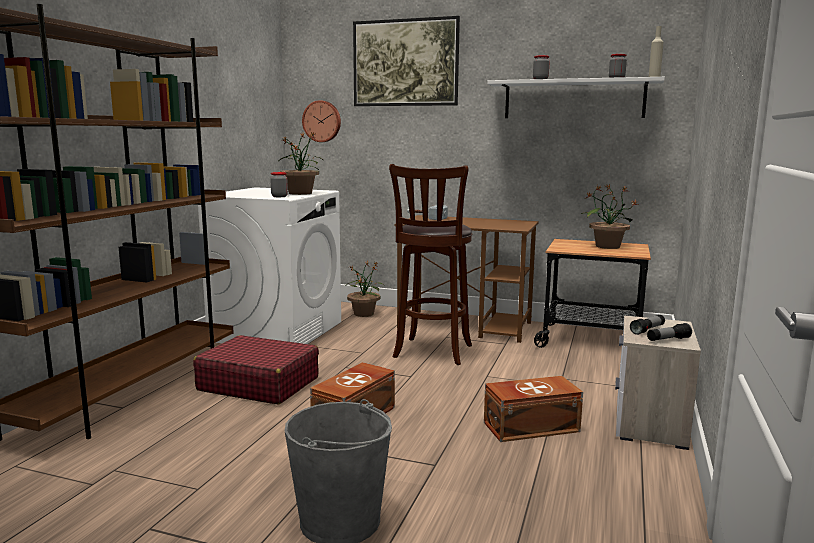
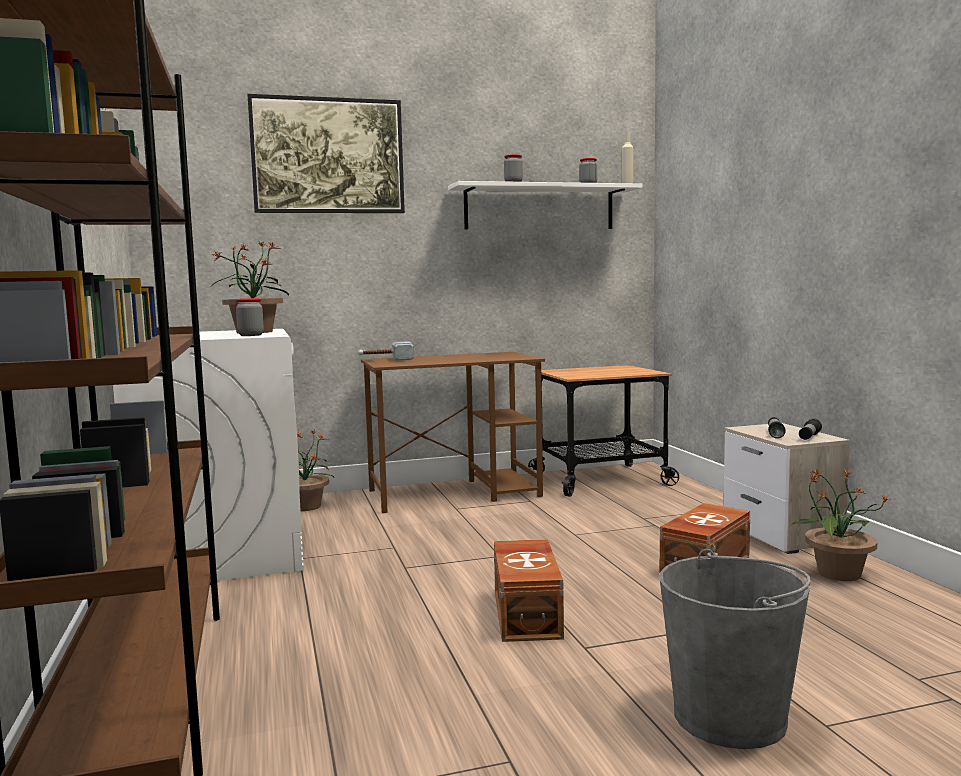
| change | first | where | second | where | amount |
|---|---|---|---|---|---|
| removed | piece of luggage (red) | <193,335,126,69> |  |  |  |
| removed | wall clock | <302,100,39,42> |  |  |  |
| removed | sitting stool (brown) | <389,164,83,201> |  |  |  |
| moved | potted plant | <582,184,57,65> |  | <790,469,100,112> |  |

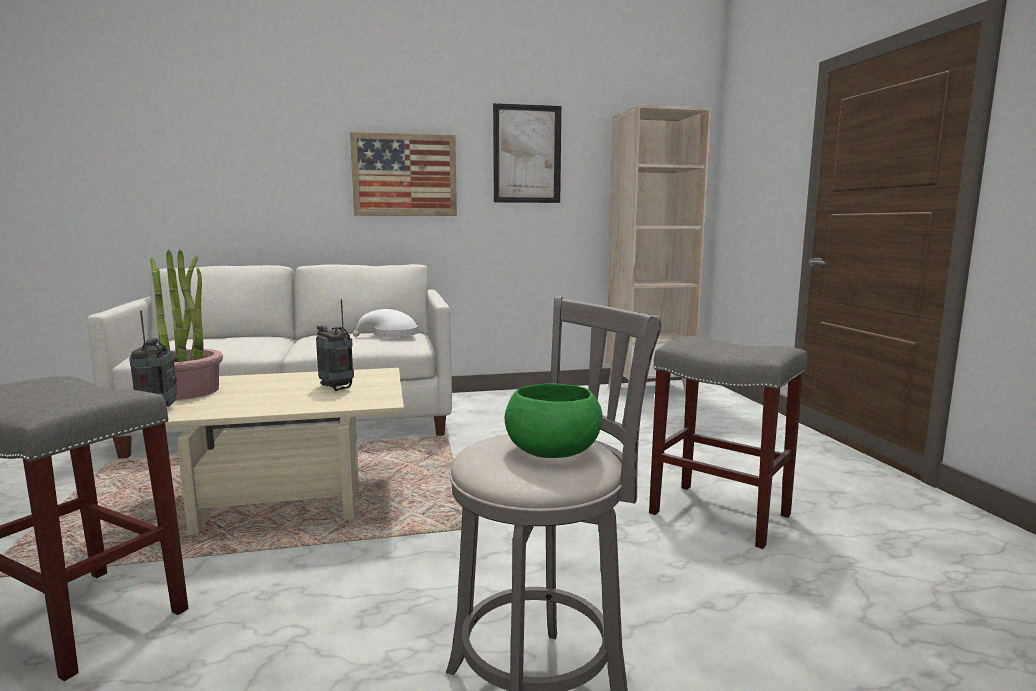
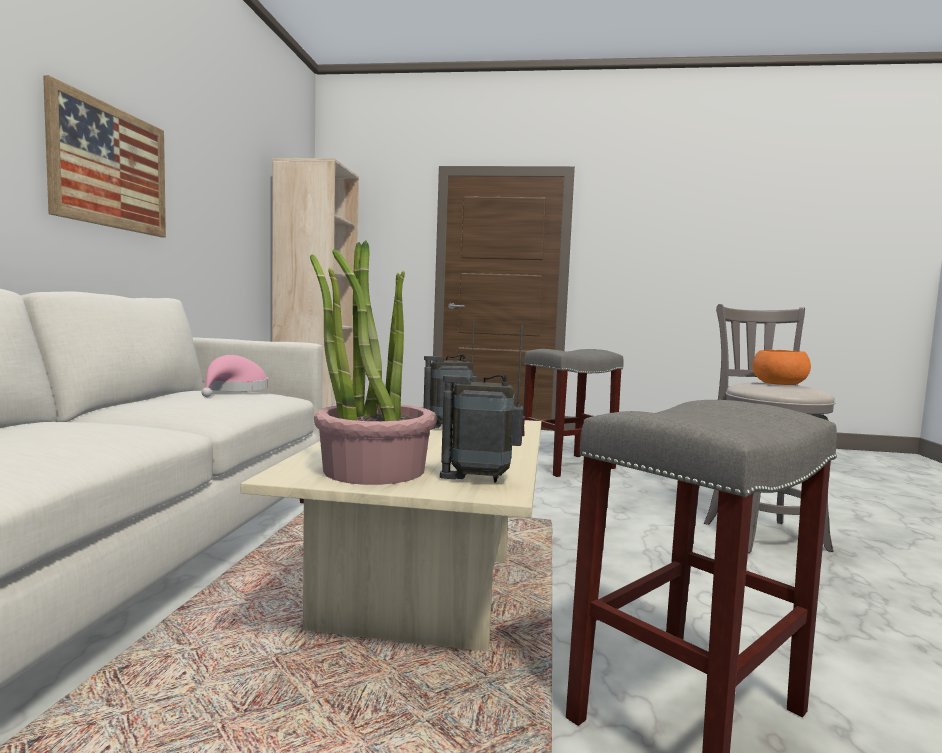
| change | first | where | second | where | amount |
|---|---|---|---|---|---|
| removed | wall art | <493,103,68,100> |  |  |  |
| recoloured | hat (whitish) | <353,309,65,28> | hat (pinkish) | <201,355,67,42> |  |
| recoloured | deep dish (green-coloured) | <505,384,98,74> | deep dish (orange) | <752,350,59,35> |  |

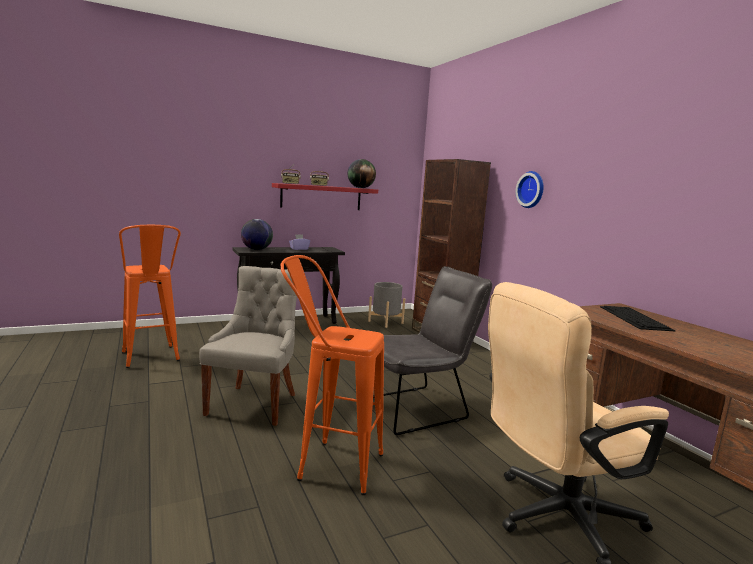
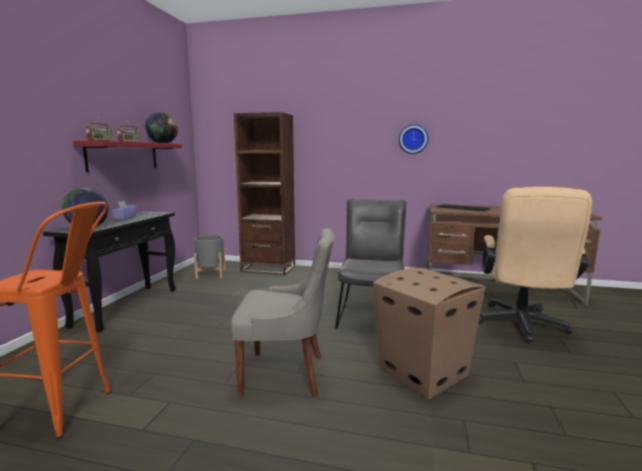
| change | first | where | second | where | amount |
|---|---|---|---|---|---|
| moved | wall clock | <515,171,28,37> |  | <399,124,29,30> |  |
| replaced | sitting stool (orange) | <281,255,103,240> | cardboard box | <373,268,113,131> |  |
| turned | plain chair (gray) | <199,266,98,160> |  | <231,229,104,168> | 135 degrees clockwise |

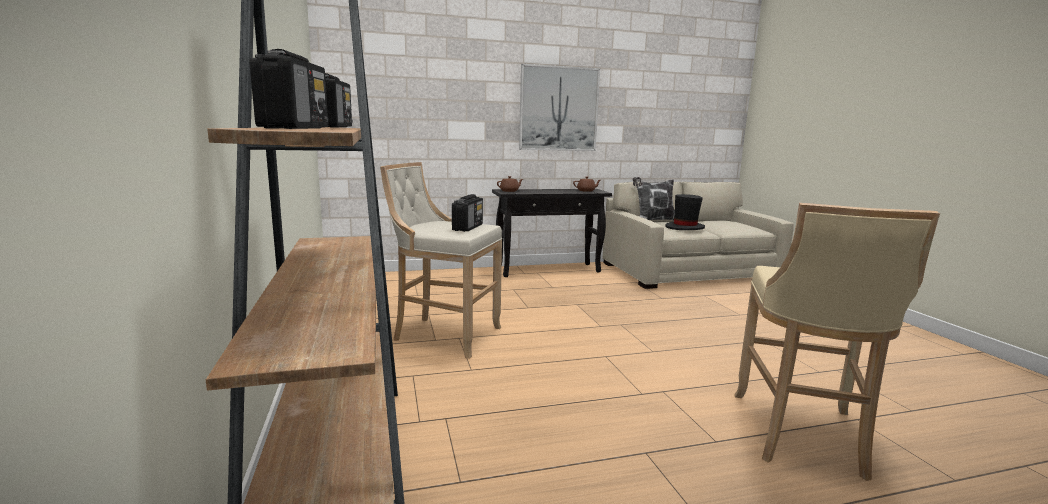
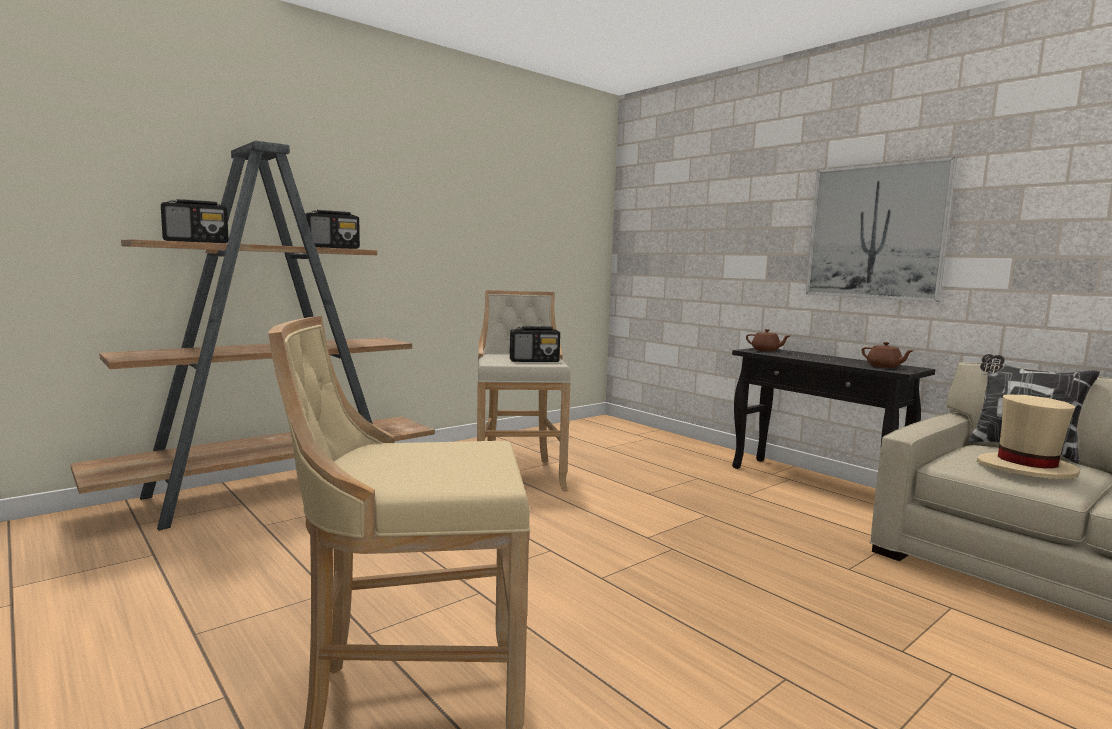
| change | first | where | second | where | amount |
|---|---|---|---|---|---|
| recoloured | hat (black) | <665,194,40,36> | hat (beige) | <977,395,103,84> |  |

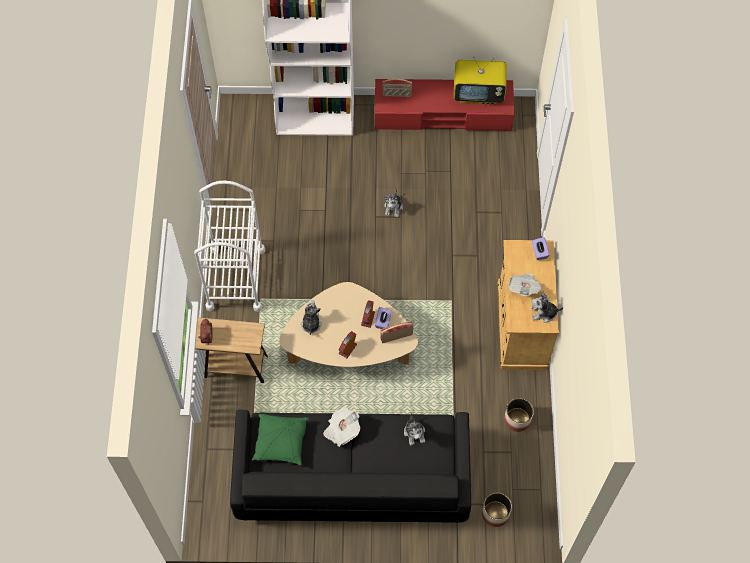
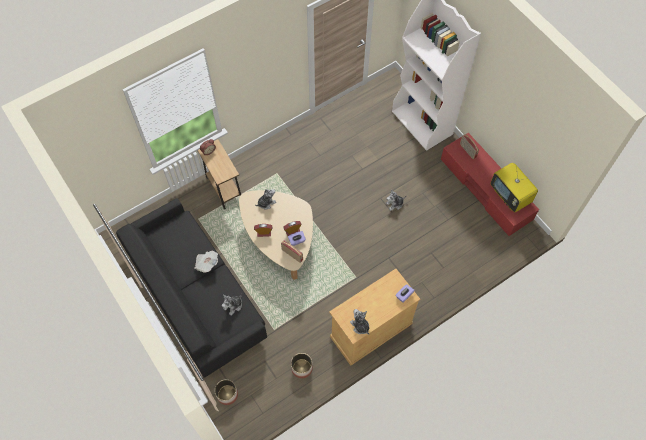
| change | first | where | second | where | amount |
|---|---|---|---|---|---|
| removed | cart (whitish) | <194,181,71,131> |  |  |  |
| removed | throw pillow (green-coloured) | <252,414,57,52> |  |  |  |
| removed | newspaper | <508,273,34,23> |  |  |  |

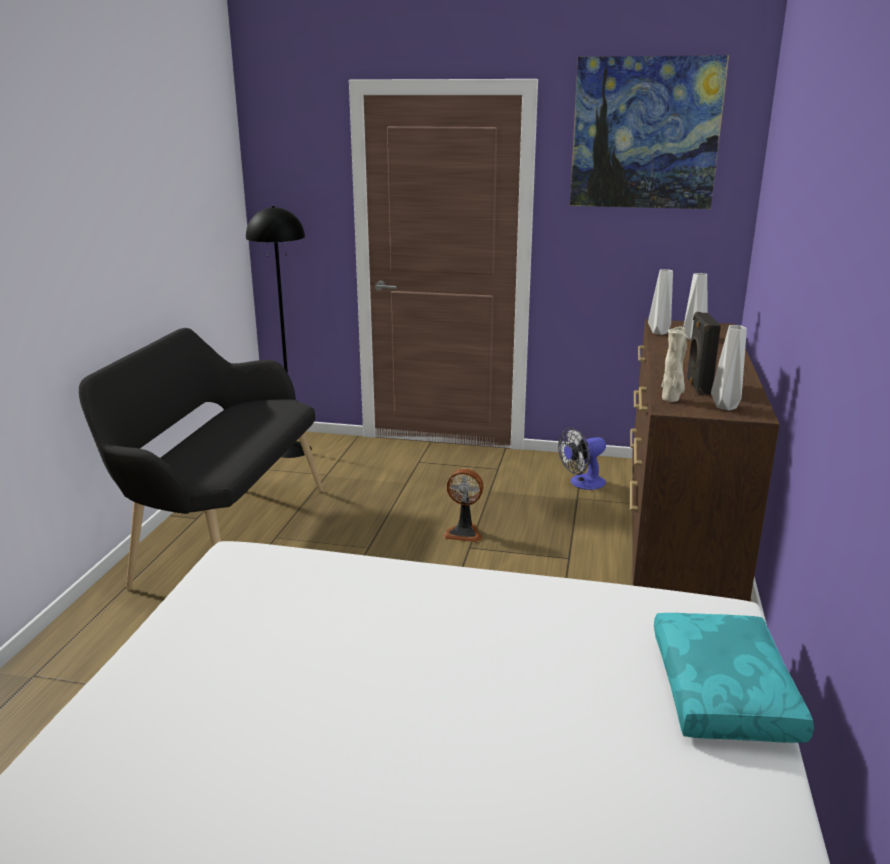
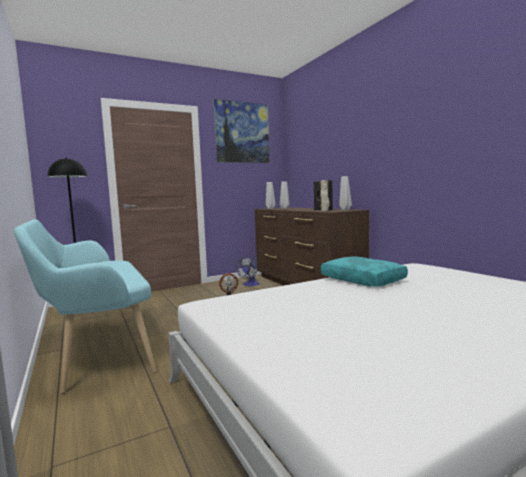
| change | first | where | second | where | amount |
|---|---|---|---|---|---|
| moved | throw pillow (blue-green) | <654,613,160,130> |  | <321,256,87,31> |  |
| recoloured | bench (black) | <79,328,244,262> | bench (blue-green) | <14,220,143,174> |  |

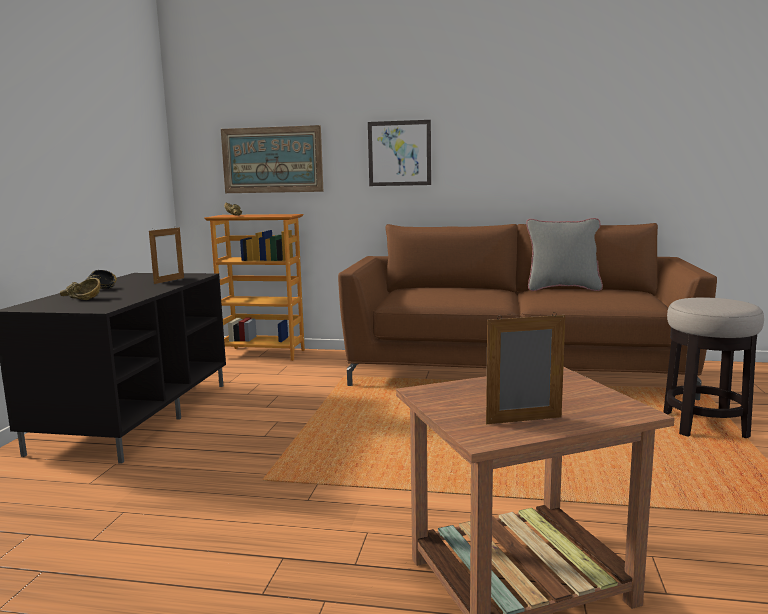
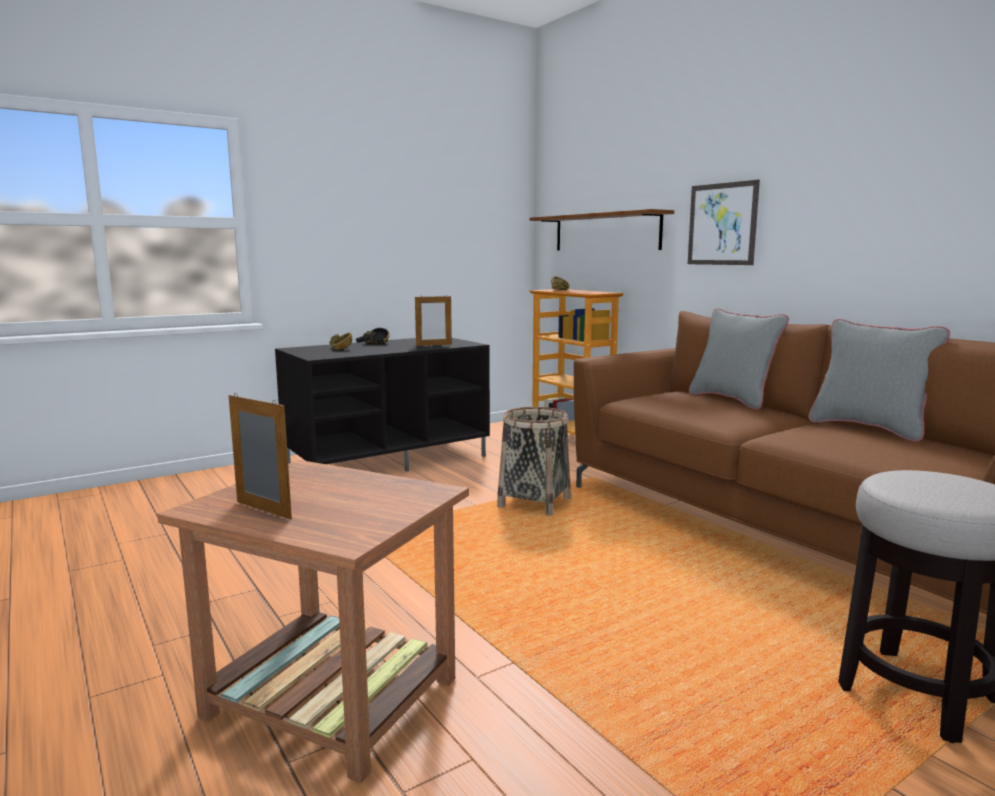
| change | first | where | second | where | amount |
|---|---|---|---|---|---|
| added |  |  | household basket | <497,407,74,109> |  |
| added |  |  | throw pillow (gray) | <689,308,100,102> |  |
| replaced | wall art | <221,125,102,68> | bracket shelf (brown) | <530,209,144,42> |  |

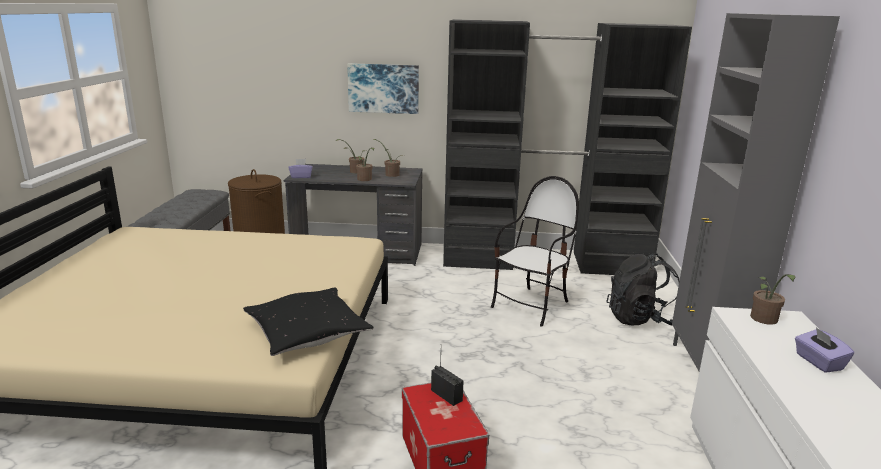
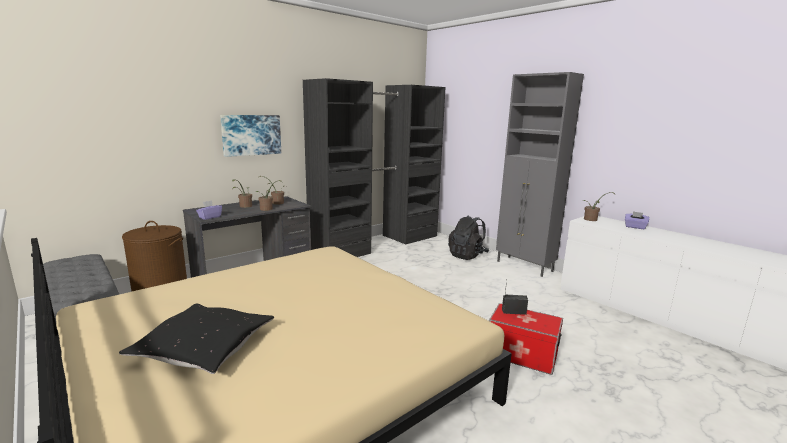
| change | first | where | second | where | amount |
|---|---|---|---|---|---|
| removed | plain chair | <491,176,88,151> |  |  |  |
| moved | throw pillow (black) | <243,288,131,68> |  | <119,303,155,71> |  |

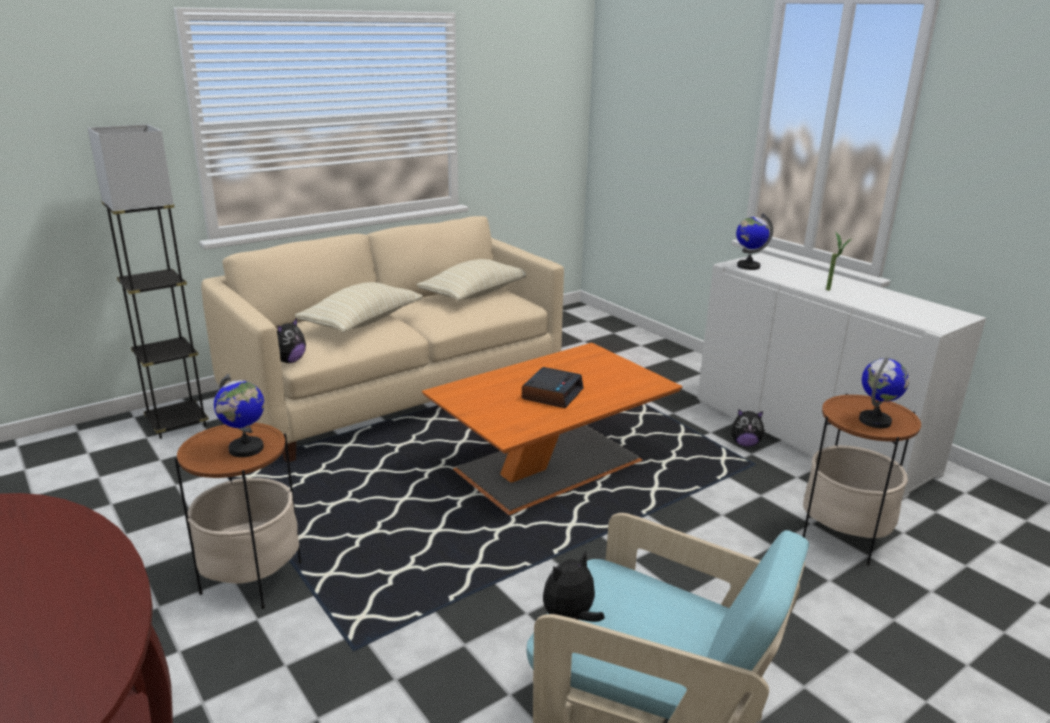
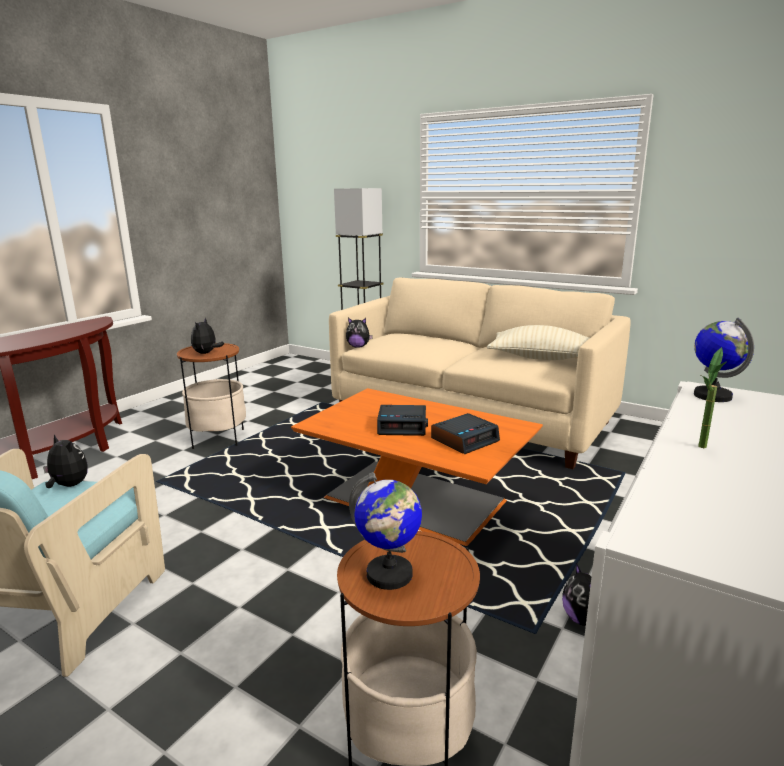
| change | first | where | second | where | amount |
|---|---|---|---|---|---|
| removed | throw pillow (beige) | <295,282,128,51> |  |  |  |
| added |  |  | table clock | <431,413,69,41> |  |
| replaced | desk globe | <214,374,51,83> | cuddly toy | <191,318,33,36> |  |

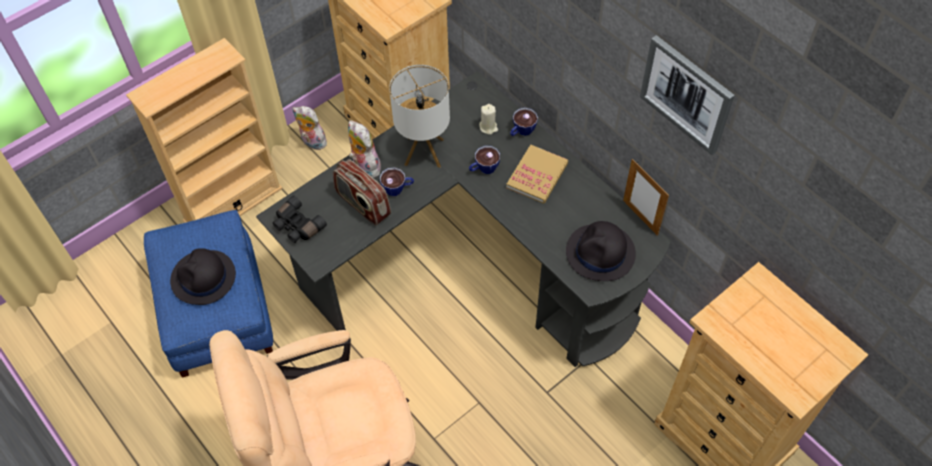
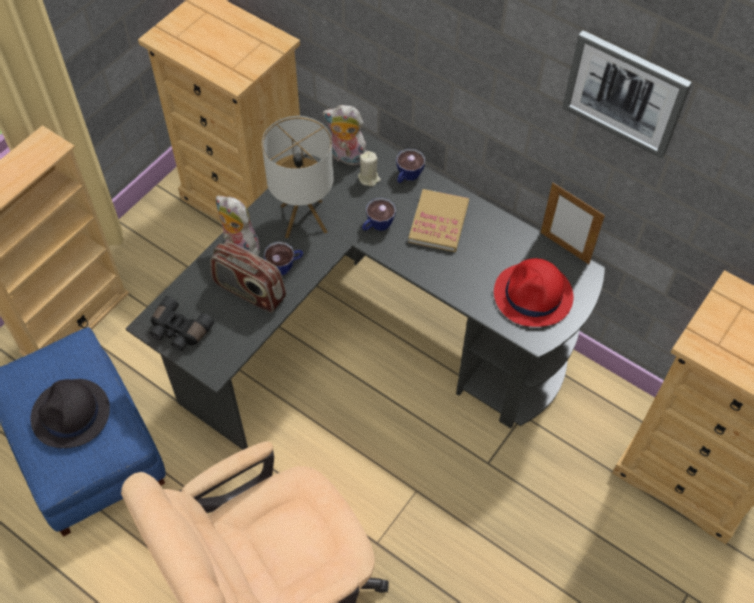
| change | first | where | second | where | amount |
|---|---|---|---|---|---|
| moved | cuddly toy | <292,106,35,44> |  | <323,105,43,60> |  |
| recoloured | hat (black) | <566,221,70,60> | hat (red) | <494,258,80,69> |  |

